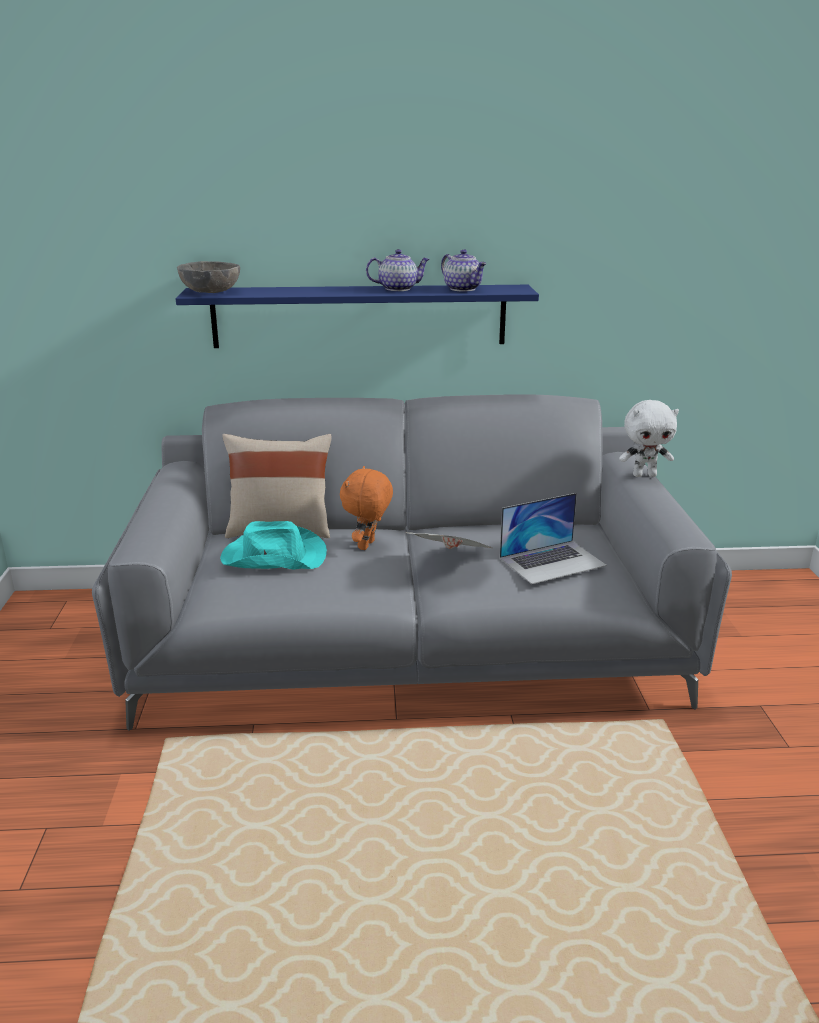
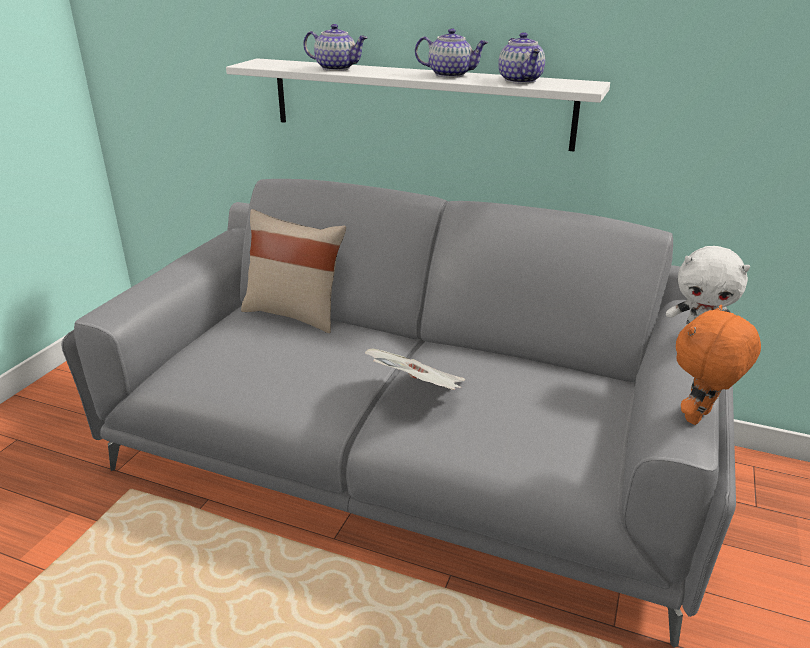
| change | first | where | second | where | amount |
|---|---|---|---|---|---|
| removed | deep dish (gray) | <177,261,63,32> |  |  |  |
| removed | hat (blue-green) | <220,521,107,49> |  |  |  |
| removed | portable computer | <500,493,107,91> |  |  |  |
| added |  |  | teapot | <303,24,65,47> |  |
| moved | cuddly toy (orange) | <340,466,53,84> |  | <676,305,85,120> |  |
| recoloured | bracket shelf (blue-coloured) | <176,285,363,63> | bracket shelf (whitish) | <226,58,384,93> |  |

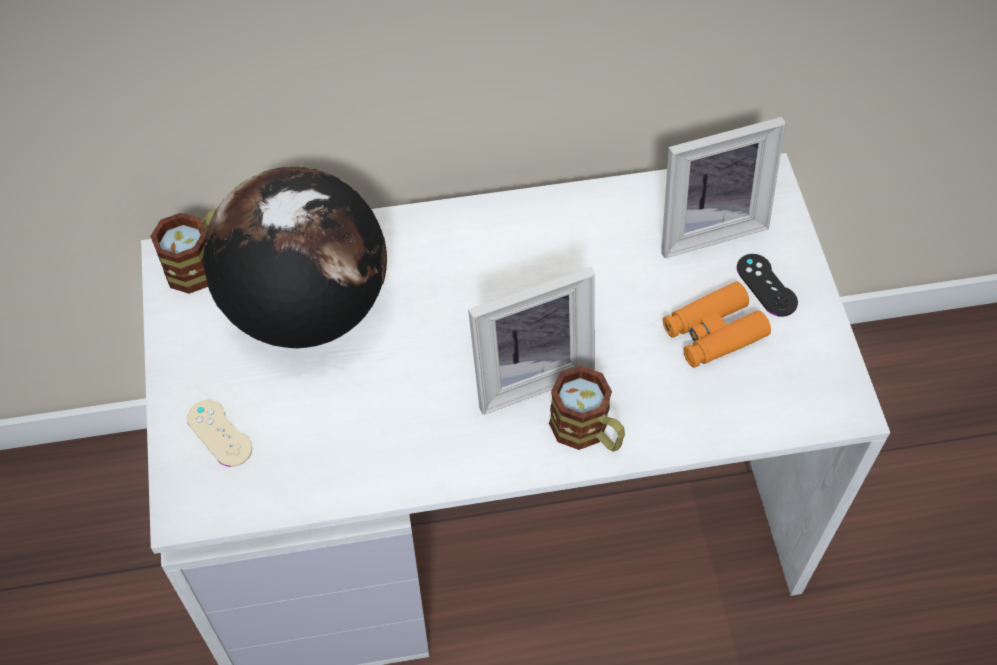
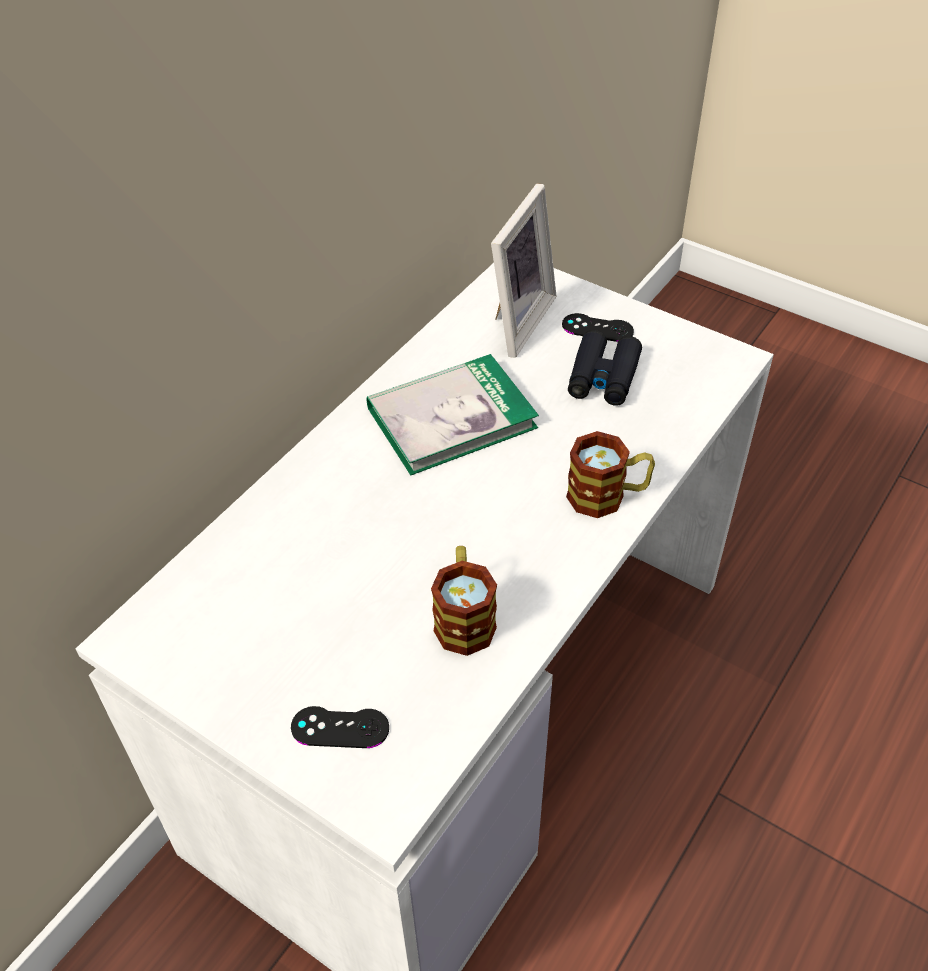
| change | first | where | second | where | amount |
|---|---|---|---|---|---|
| removed | desk globe | <203,167,184,181> |  |  |  |
| removed | photo frame | <468,267,127,148> |  |  |  |
| added |  |  | volume | <367,354,172,121> |  |
| moved | coffee mug | <150,208,67,86> |  | <431,546,66,110> |  |
| recoloured | gamepad (beige) | <187,400,65,67> | gamepad (black) | <291,706,98,42> |  |
| recoloured | binoculars (orange) | <663,282,108,86> | binoculars (black) | <568,330,74,76> |  |

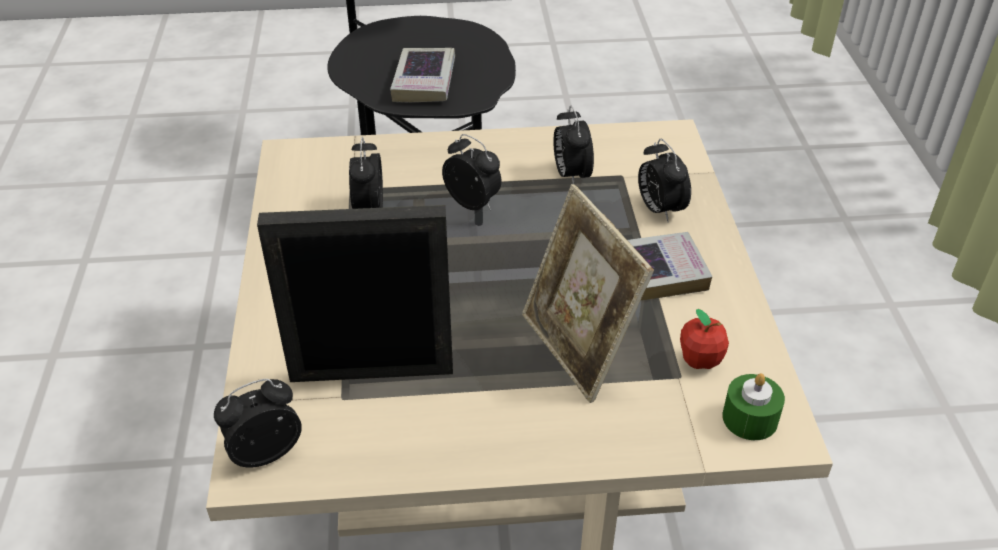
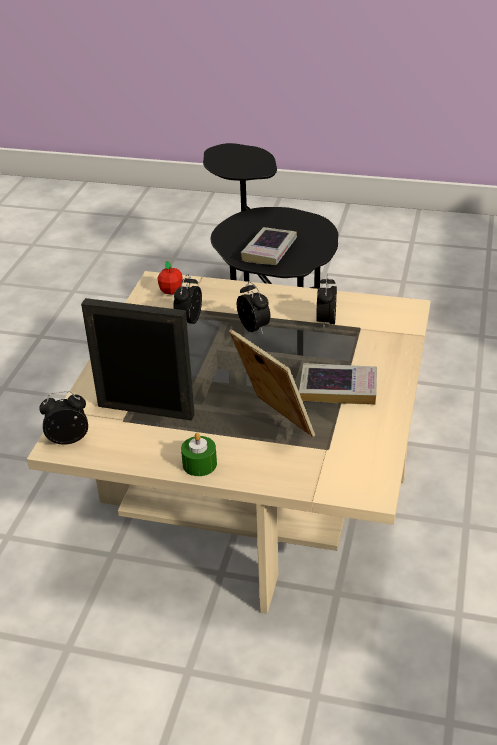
| change | first | where | second | where | amount |
|---|---|---|---|---|---|
| removed | table clock | <638,139,53,83> |  |  |  |
| moved | whole apple | <680,309,49,60> |  | <157,261,26,34> |  |
| moved | wax light (green-coloured) | <723,373,62,67> |  | <181,433,36,43> |  |
| turned | photo frame | <522,184,132,219> |  | <229,329,86,108> | 150 degrees clockwise |

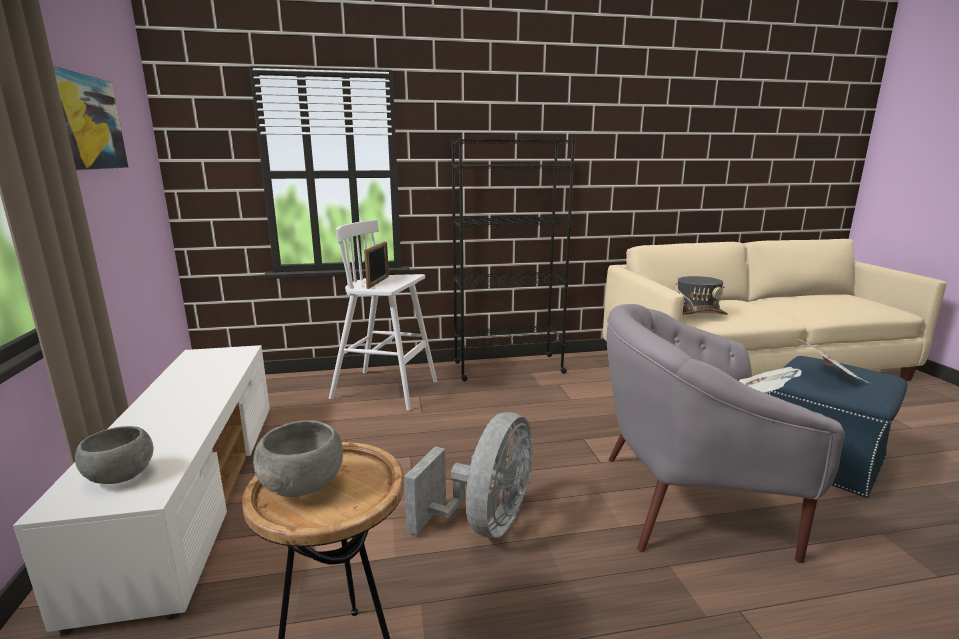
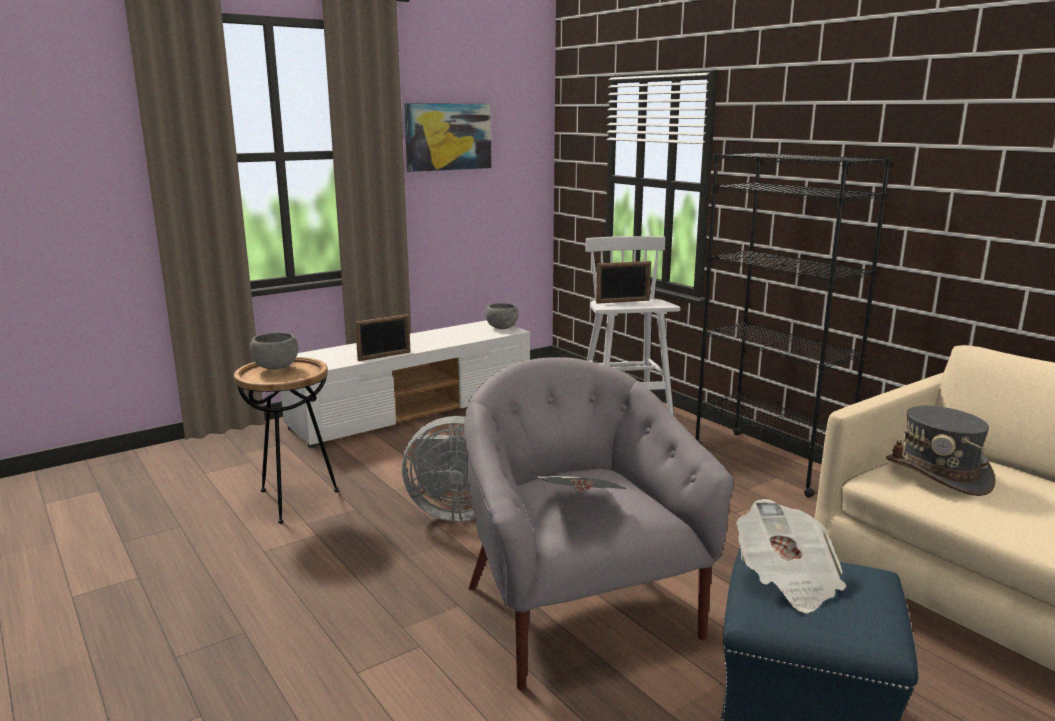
| change | first | where | second | where | amount |
|---|---|---|---|---|---|
| added |  |  | photo frame | <355,314,56,47> |  |
| moved | deep dish (gray) | <75,426,78,58> |  | <485,303,33,26> |  |

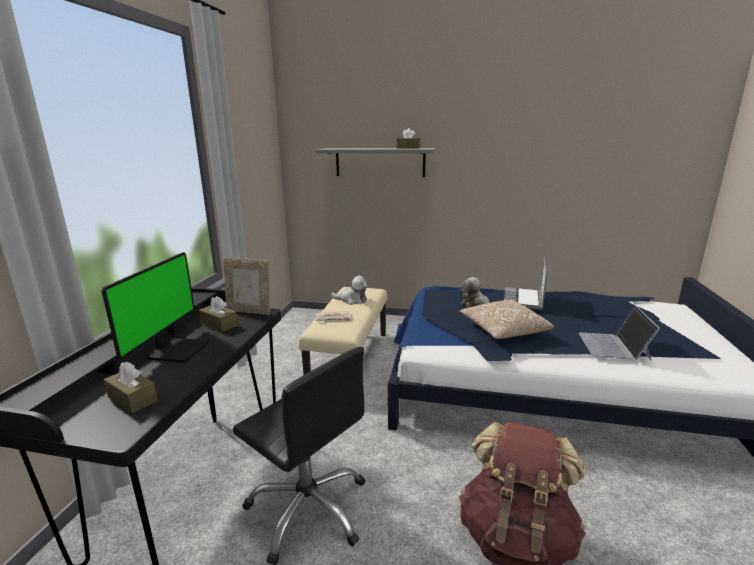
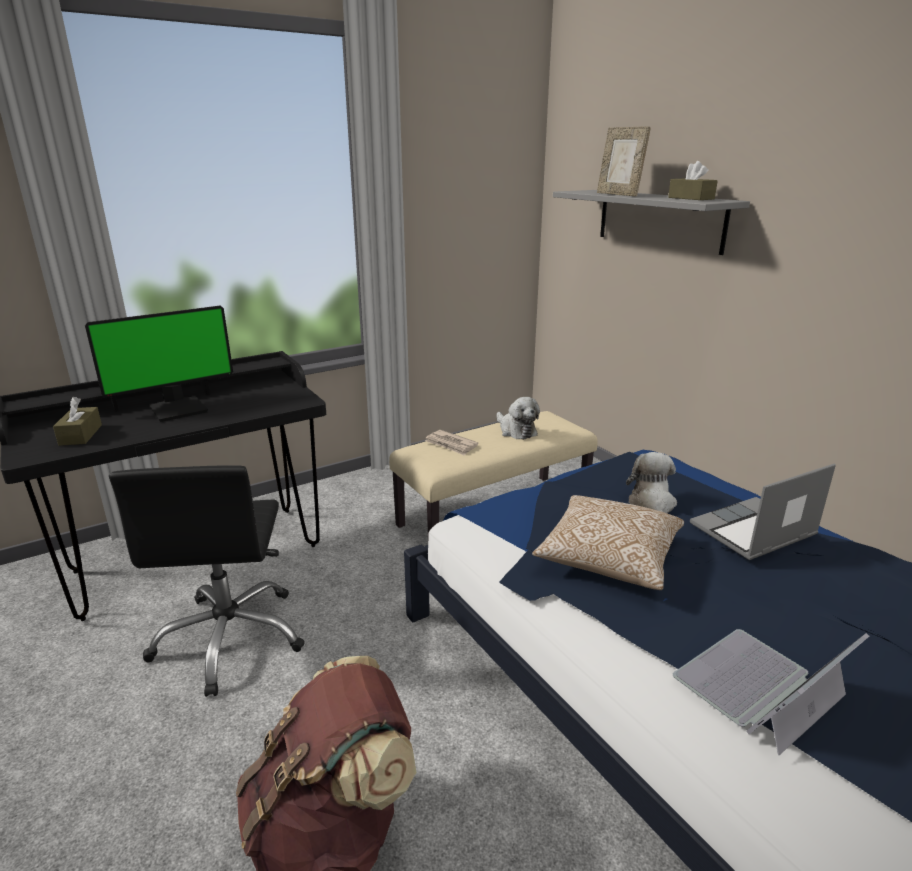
| change | first | where | second | where | amount |
|---|---|---|---|---|---|
| removed | tissue box (brown) | <199,296,39,36> |  |  |  |
| moved | photo frame | <224,258,46,57> |  | <597,126,54,71> |  |

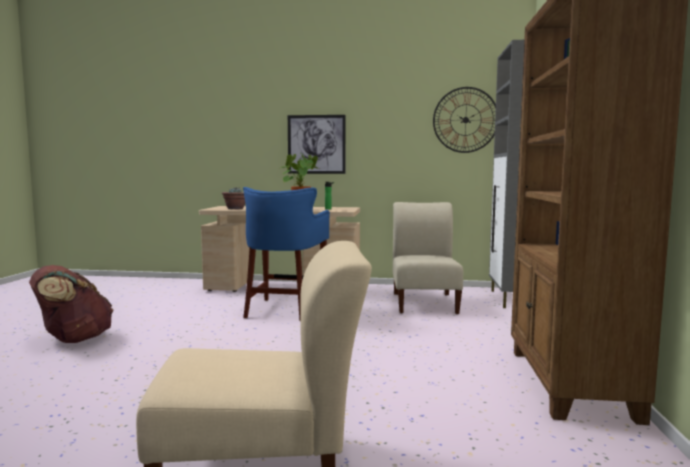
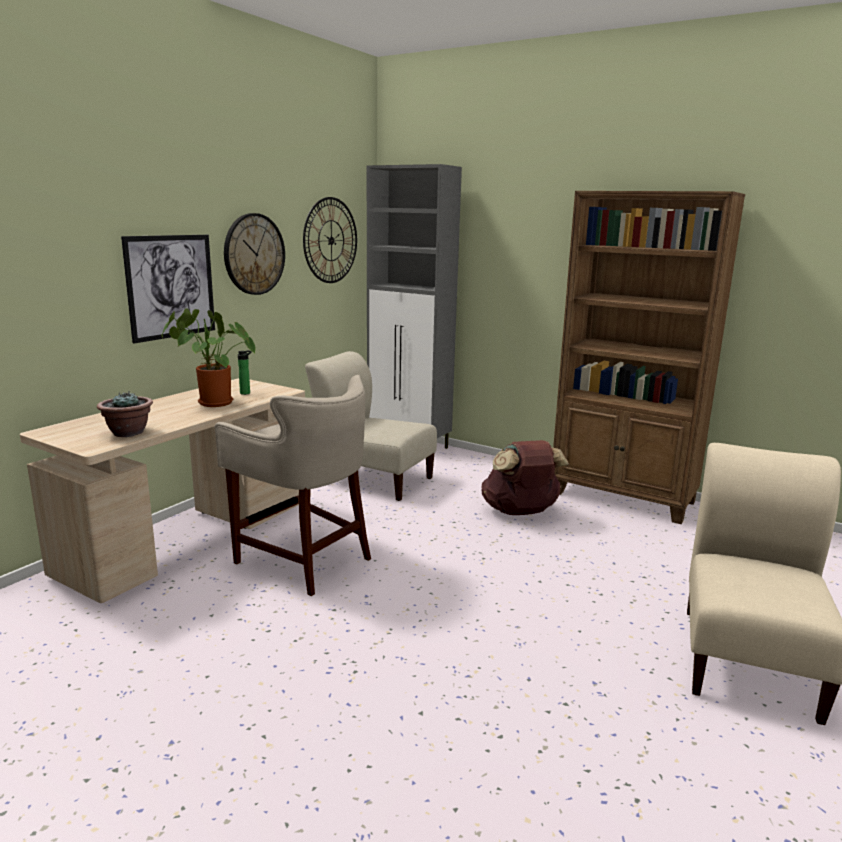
| change | first | where | second | where | amount |
|---|---|---|---|---|---|
| added |  |  | wall clock | <224,213,61,82> |  |
| moved | rucksack (brown) | <29,265,84,78> |  | <482,440,87,75> |  |
| recoloured | sitting stool (blue-coloured) | <243,187,87,134> | sitting stool (beige) | <214,375,157,221> |  |

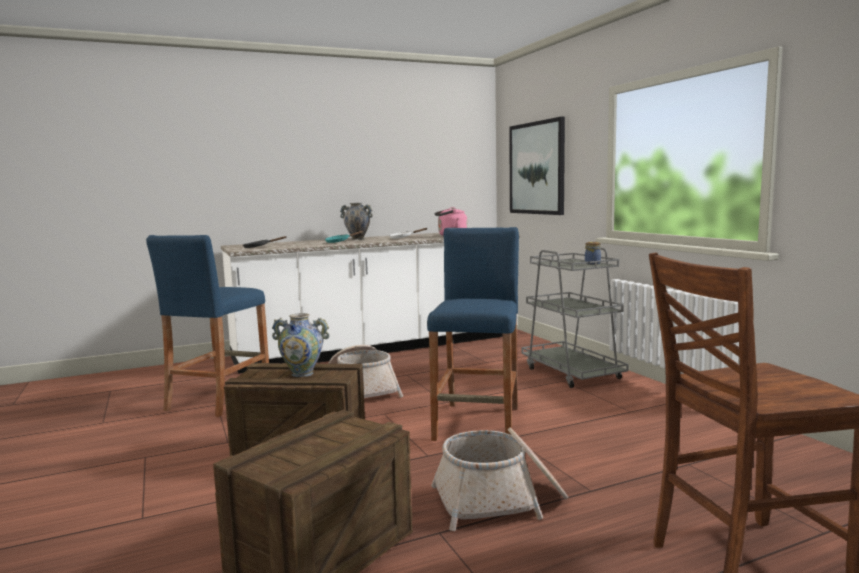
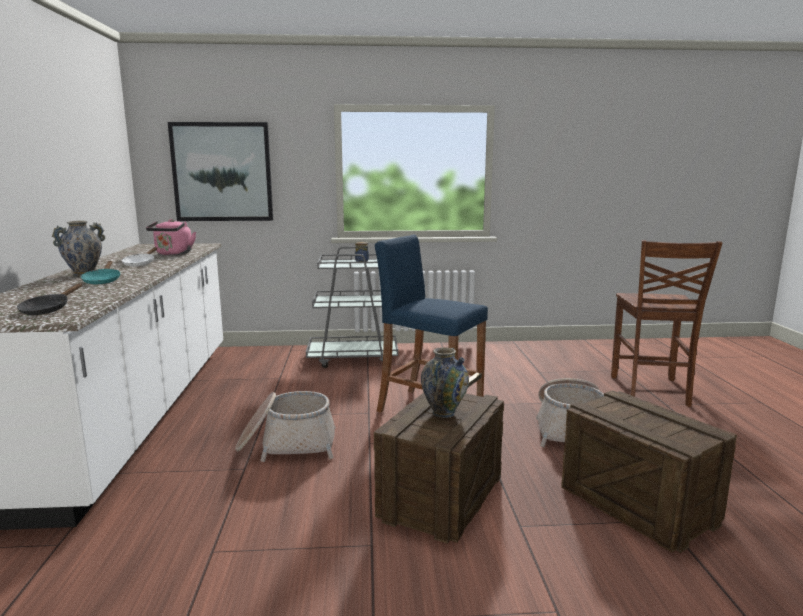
| change | first | where | second | where | amount |
|---|---|---|---|---|---|
| removed | sitting stool (blue-coloured) | <146,235,123,182> |  |  |  |

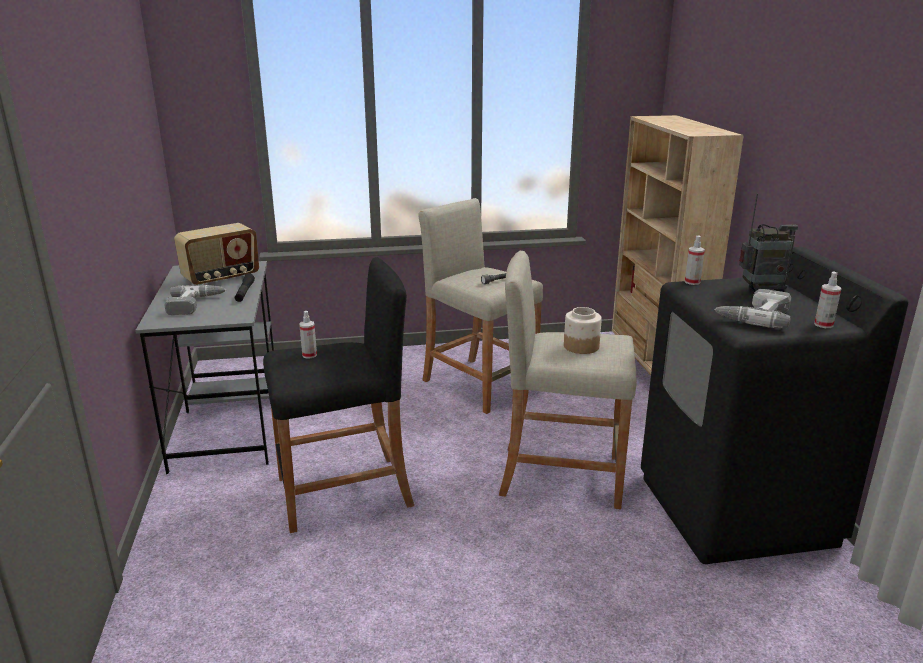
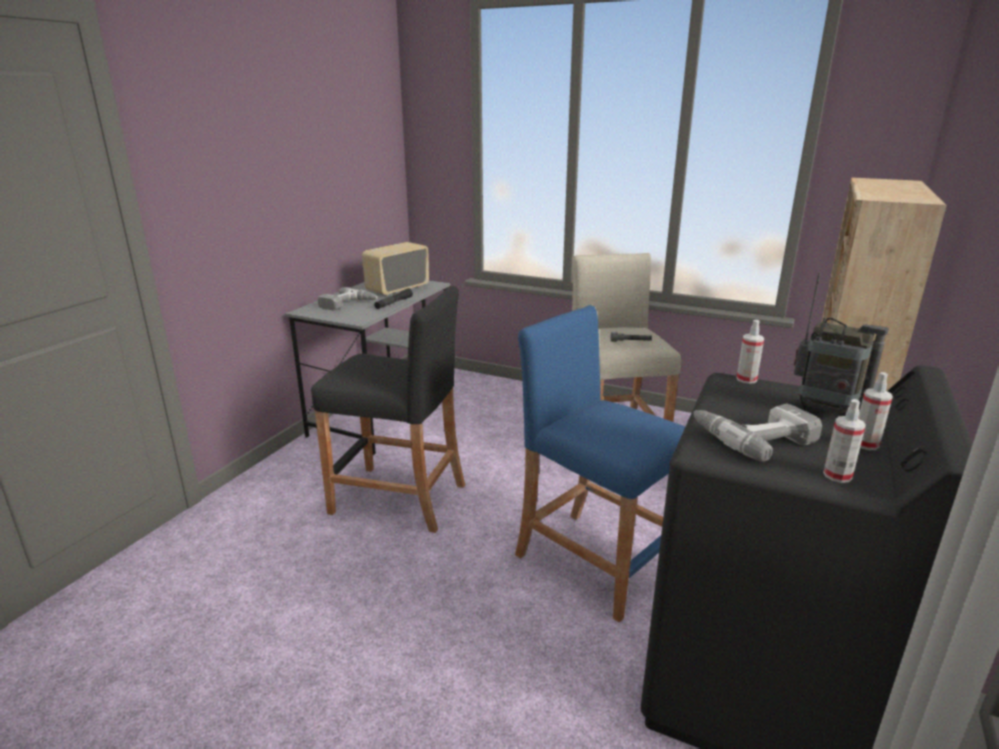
| change | first | where | second | where | amount |
|---|---|---|---|---|---|
| removed | preserve jar | <564,307,38,47> |  |  |  |
| moved | hand sprayer | <299,311,18,47> |  | <858,372,35,78> |  |
| recoloured | sitting stool (beige) | <499,251,138,258> | sitting stool (blue-coloured) | <515,305,171,318> |  |
| turned | radio set | <174,223,85,62> |  | <362,242,67,54> | 135 degrees clockwise |

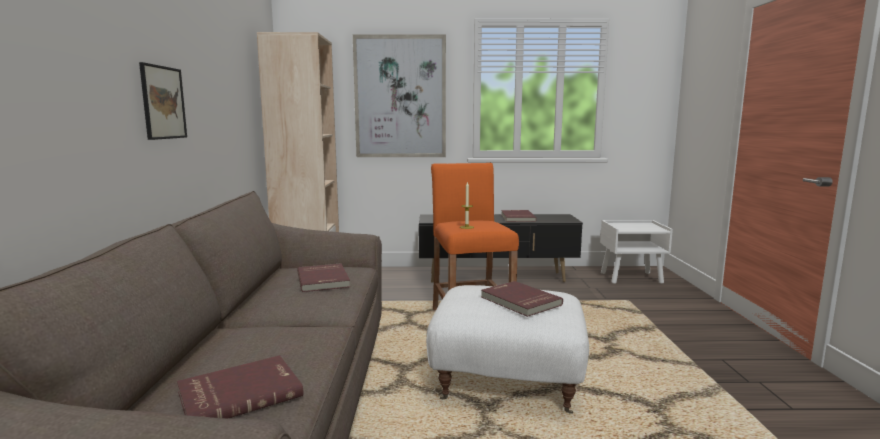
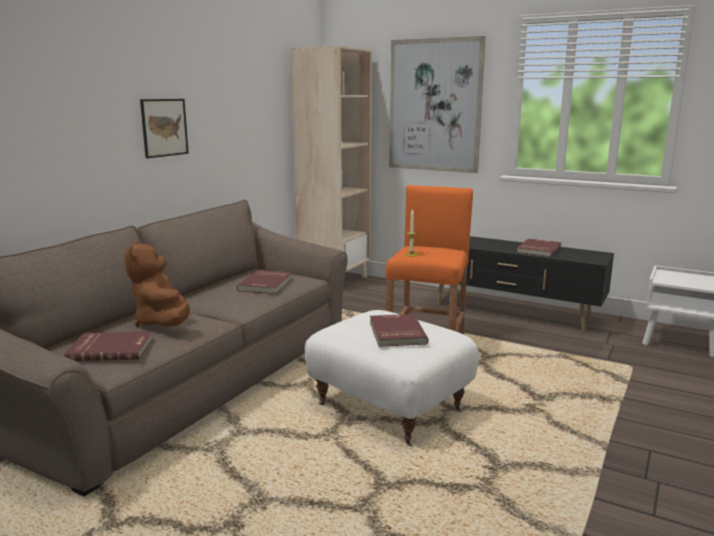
| change | first | where | second | where | amount |
|---|---|---|---|---|---|
| added |  |  | cuddly toy (brown) | <125,241,65,86> |  |

